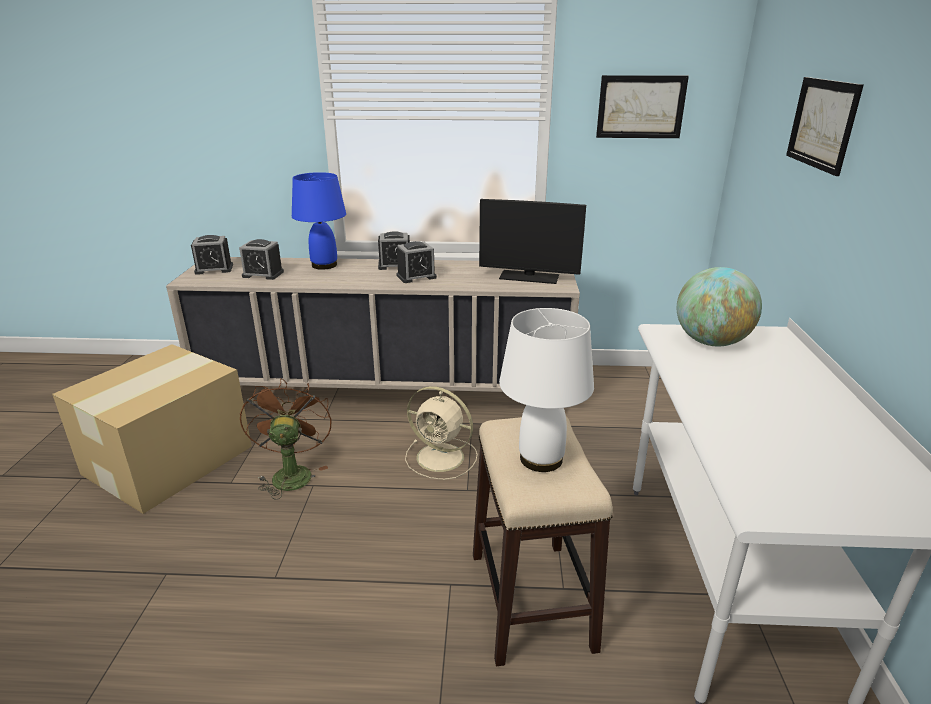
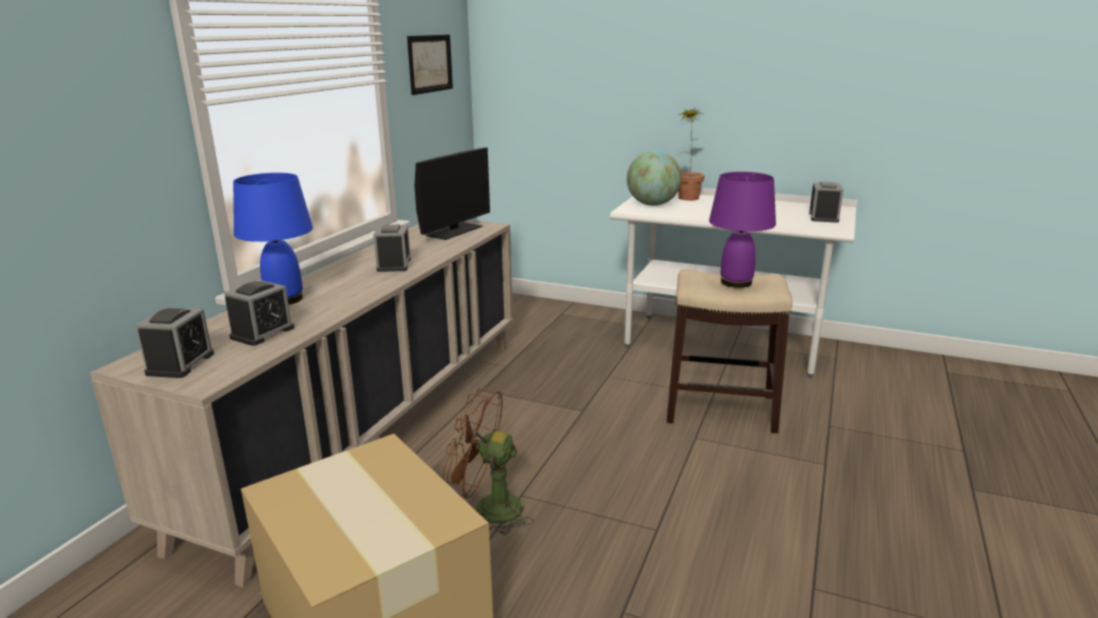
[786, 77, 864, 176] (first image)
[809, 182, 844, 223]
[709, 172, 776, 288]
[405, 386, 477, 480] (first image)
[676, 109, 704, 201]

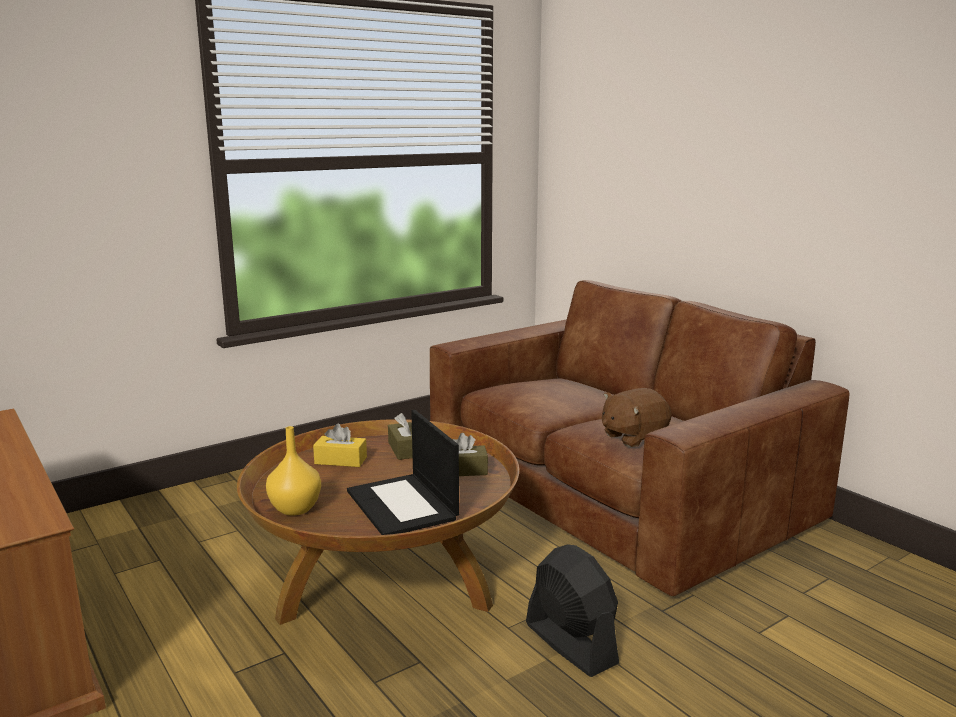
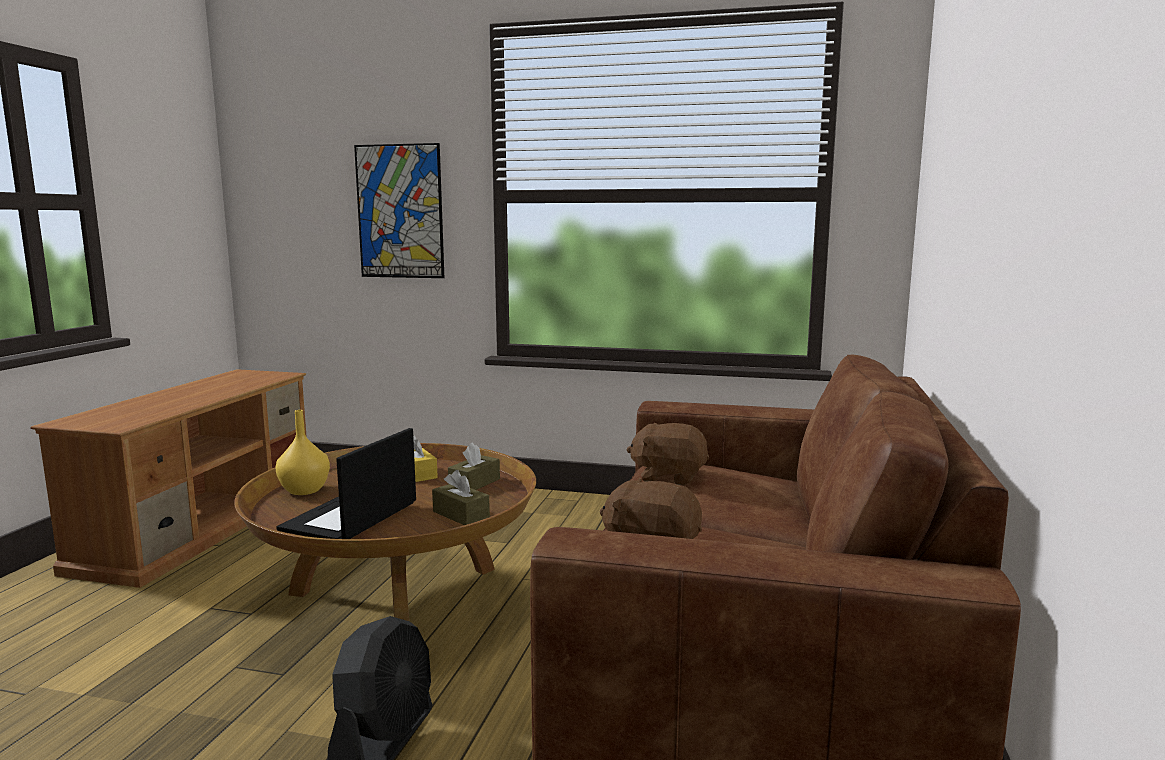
[354, 143, 444, 278]
[627, 423, 709, 485]

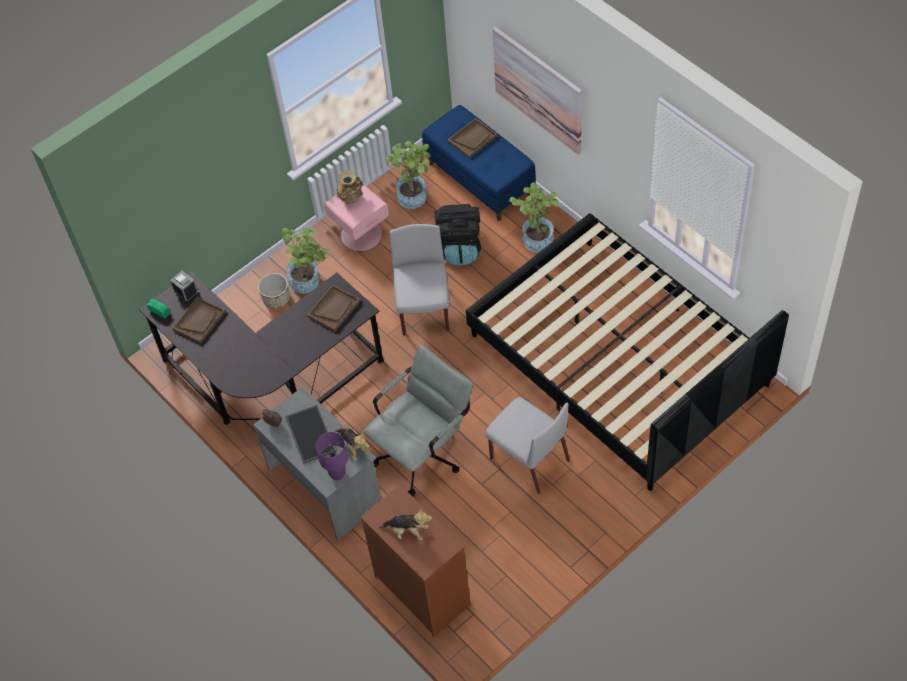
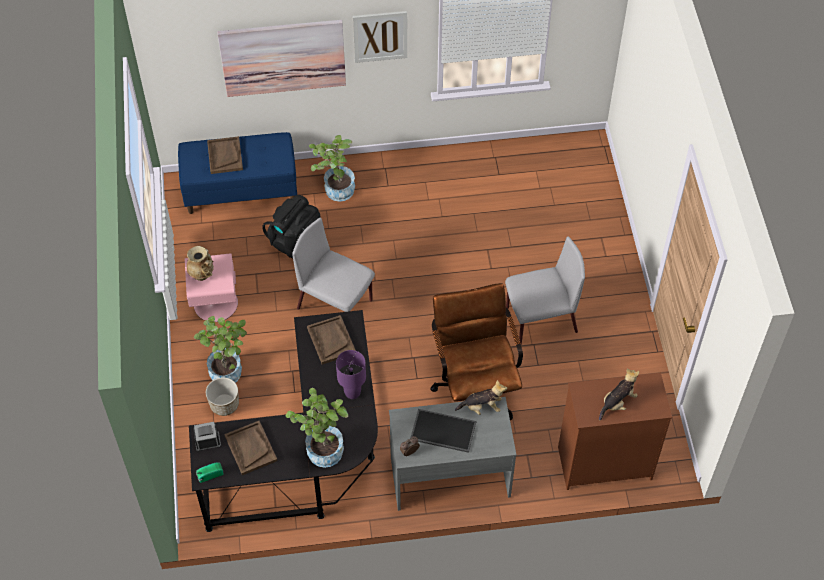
[286, 388, 348, 468]
[466, 213, 789, 491] (first image)
[430, 283, 523, 420]
[336, 350, 366, 399]
[353, 11, 407, 63]

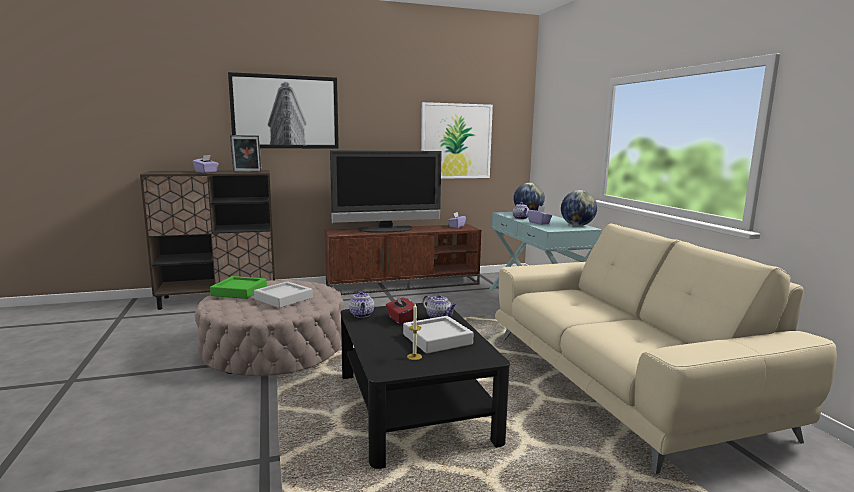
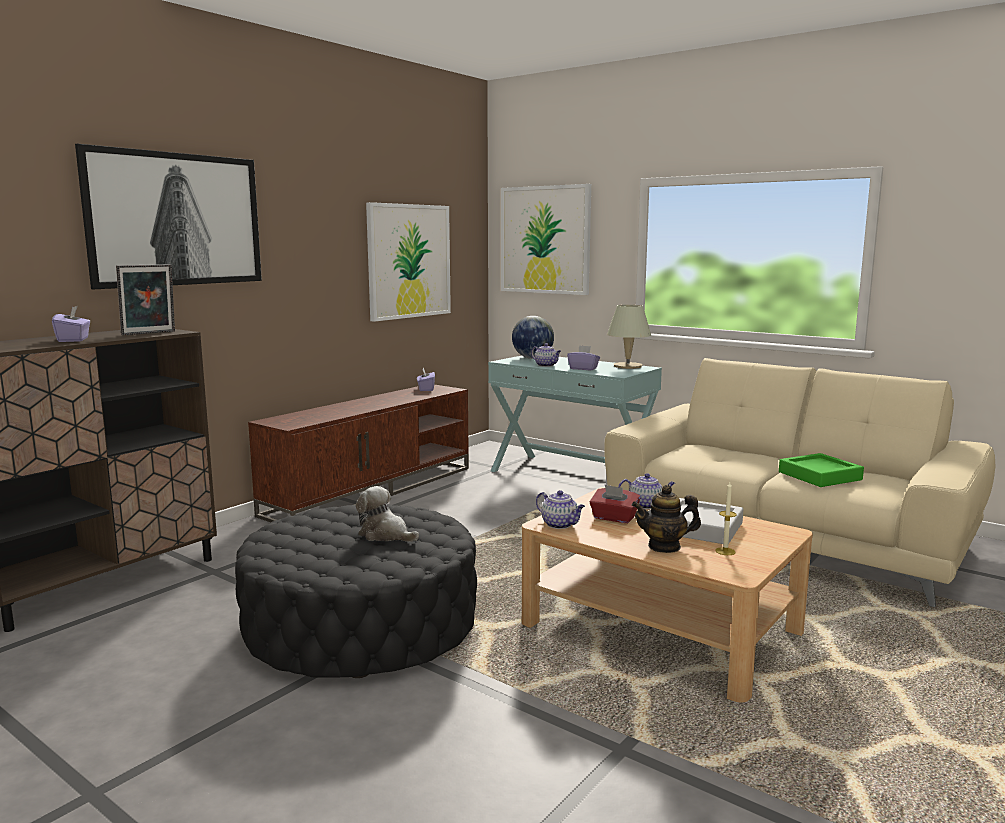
[330, 150, 442, 233] (first image)
[607, 305, 651, 369]
[779, 453, 864, 487]
[235, 504, 477, 678]
[356, 486, 419, 542]
[522, 487, 813, 702]
[501, 184, 591, 295]
[632, 485, 701, 553]

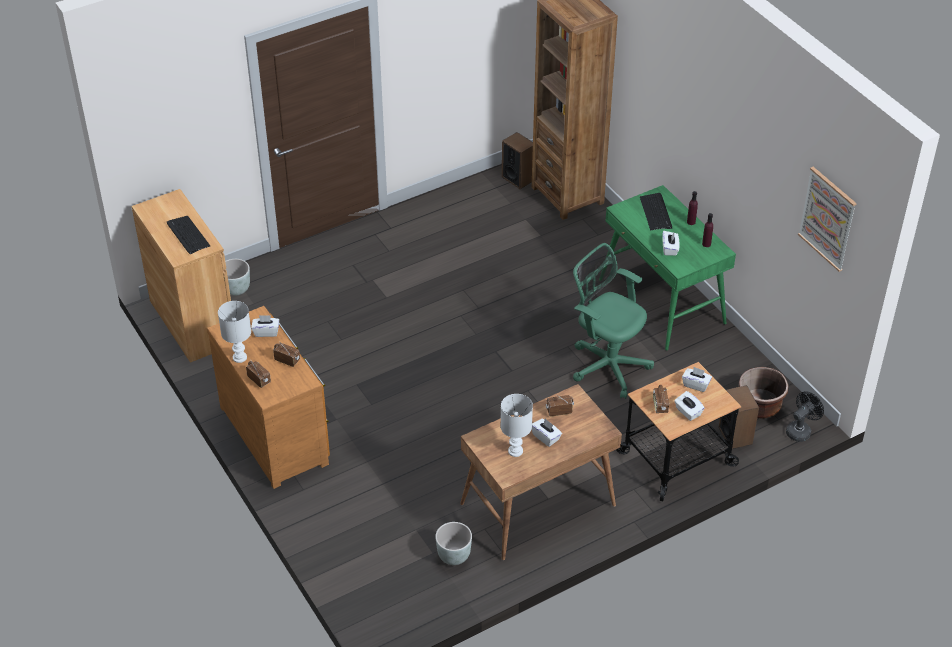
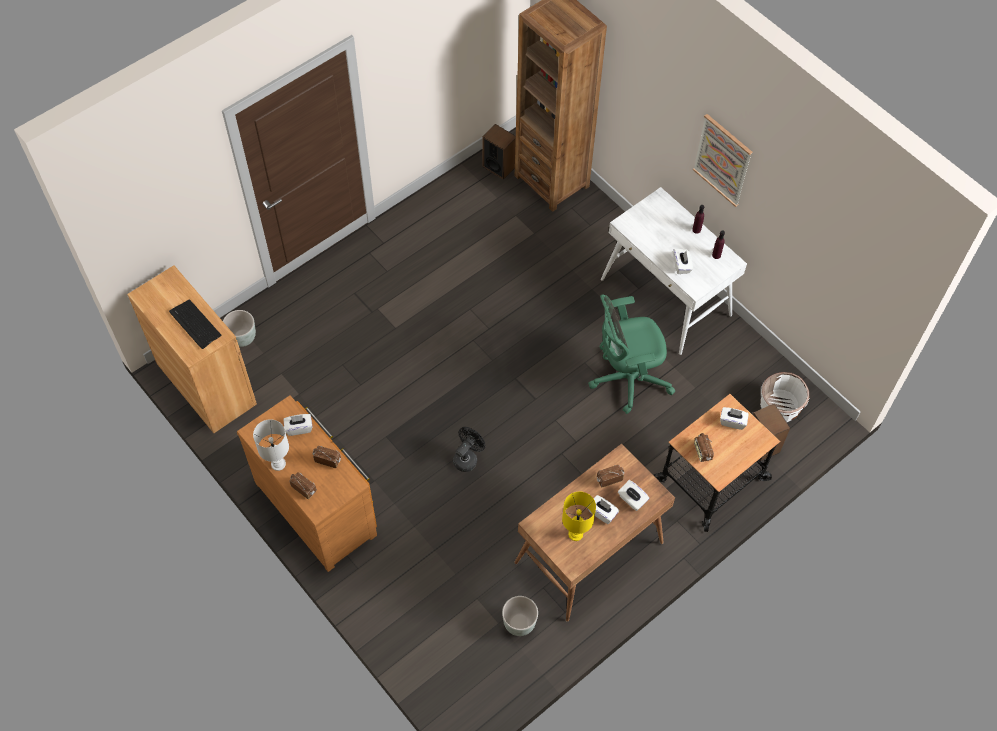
[693, 114, 752, 207]
[601, 187, 747, 355]
[640, 193, 672, 230] (first image)
[588, 294, 675, 414]
[760, 372, 809, 422]
[618, 480, 649, 511]
[453, 427, 485, 472]
[562, 491, 596, 541]

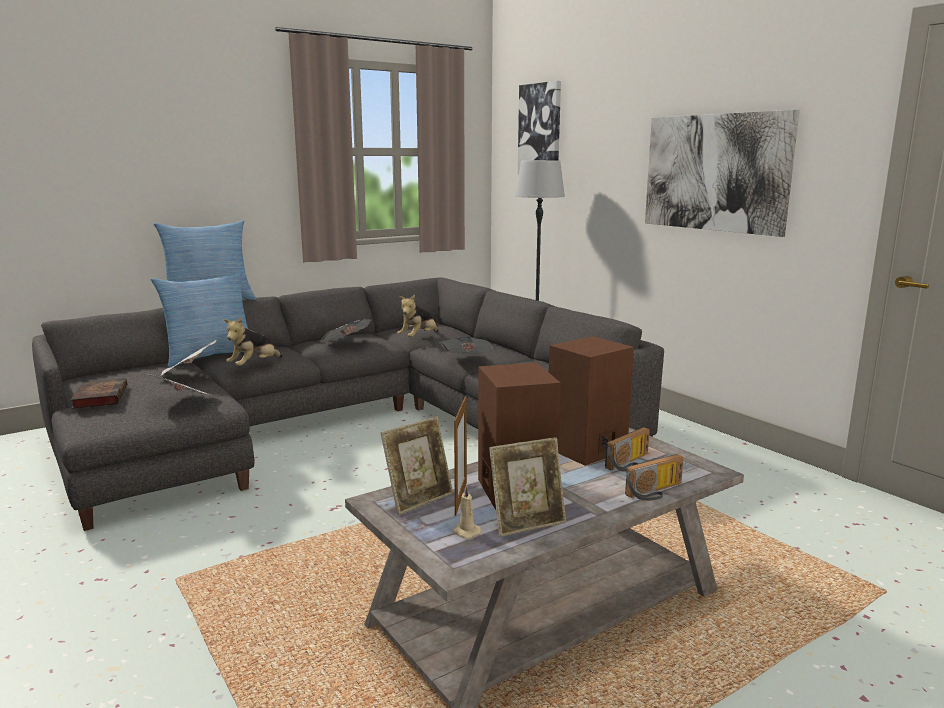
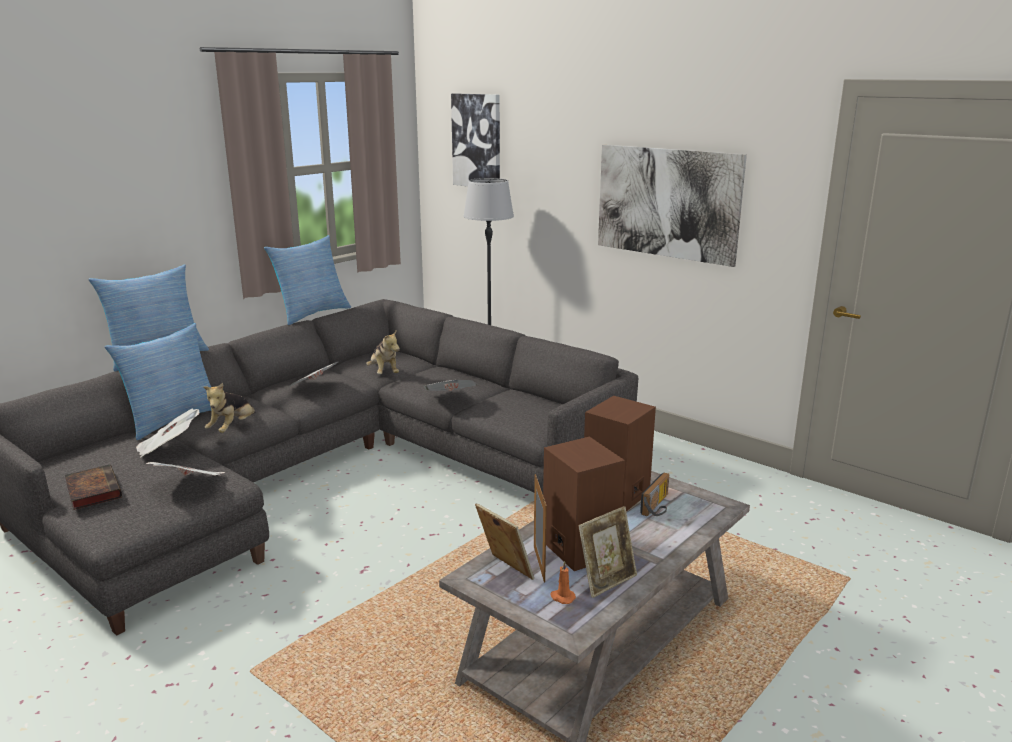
[366, 331, 400, 374]
[475, 503, 534, 580]
[625, 454, 683, 501] (first image)
[550, 561, 576, 604]
[264, 235, 351, 325]

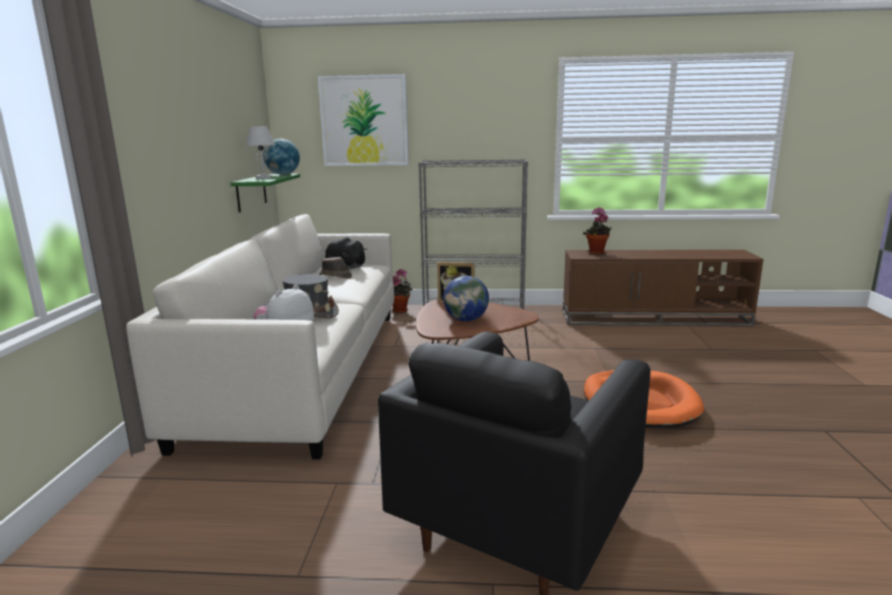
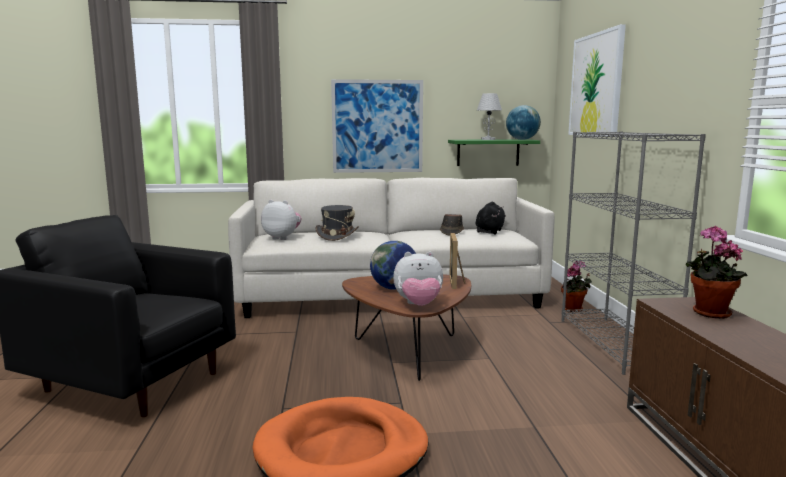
[331, 79, 423, 173]
[393, 251, 443, 306]

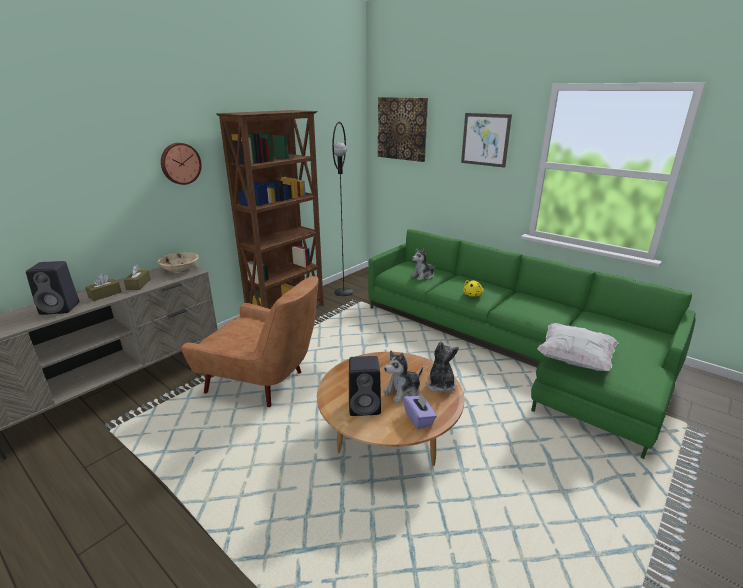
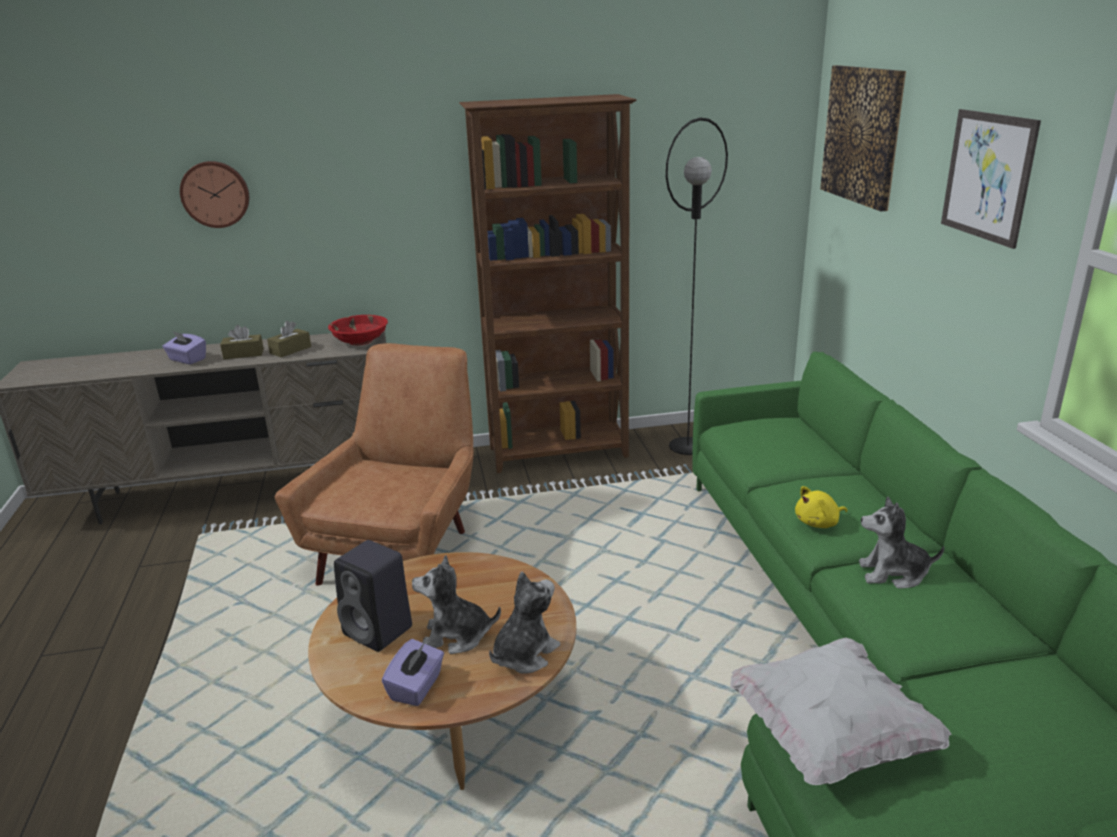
[180, 161, 249, 228]
[859, 496, 944, 589]
[328, 315, 388, 345]
[162, 332, 206, 364]
[275, 343, 474, 586]

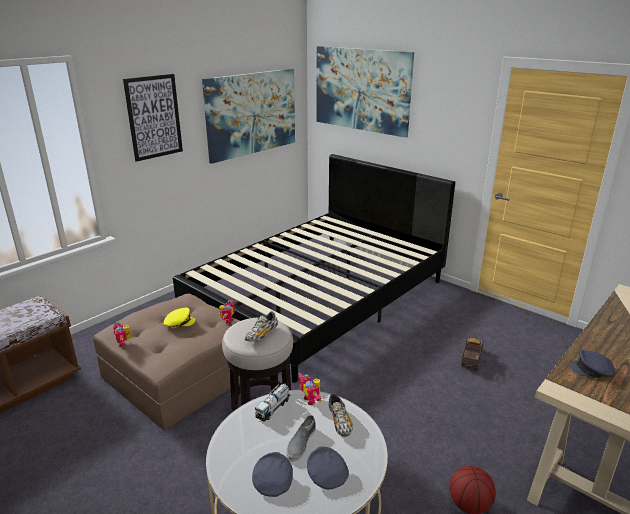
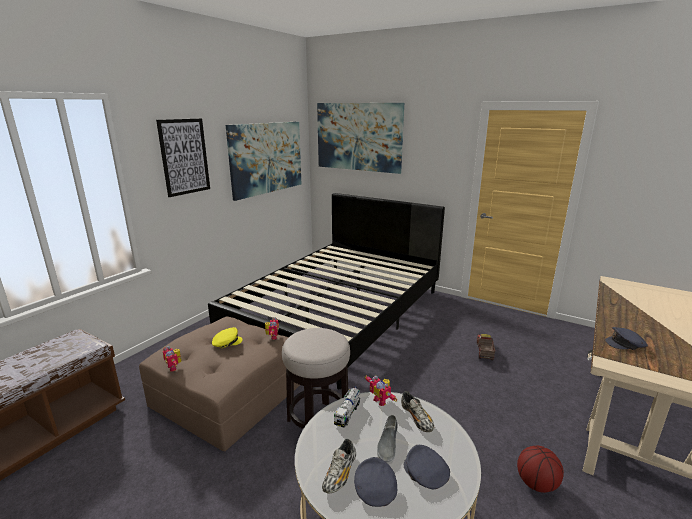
[322, 439, 356, 493]

